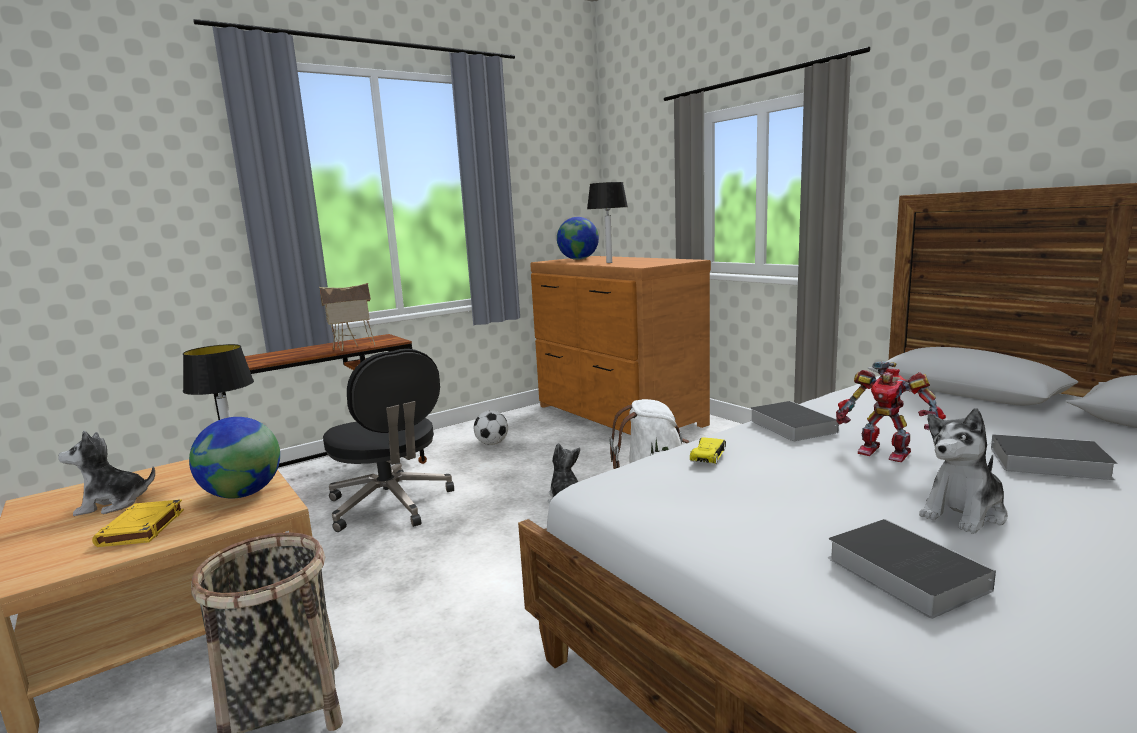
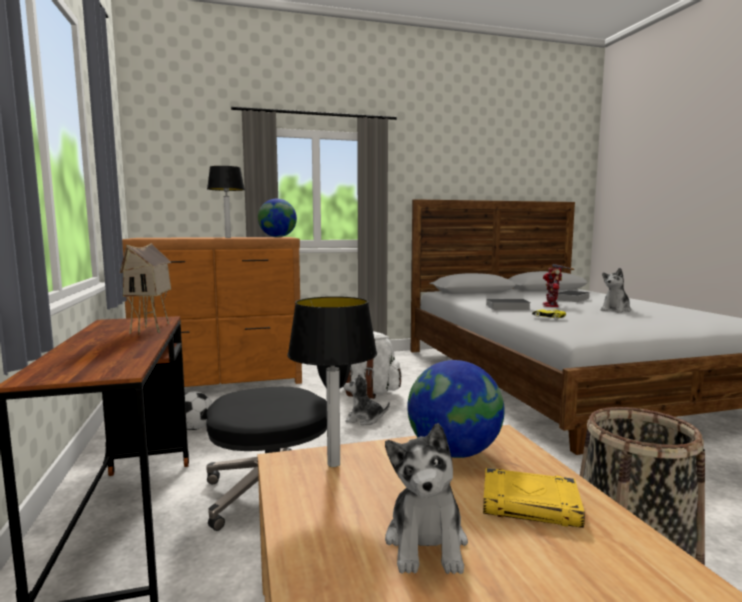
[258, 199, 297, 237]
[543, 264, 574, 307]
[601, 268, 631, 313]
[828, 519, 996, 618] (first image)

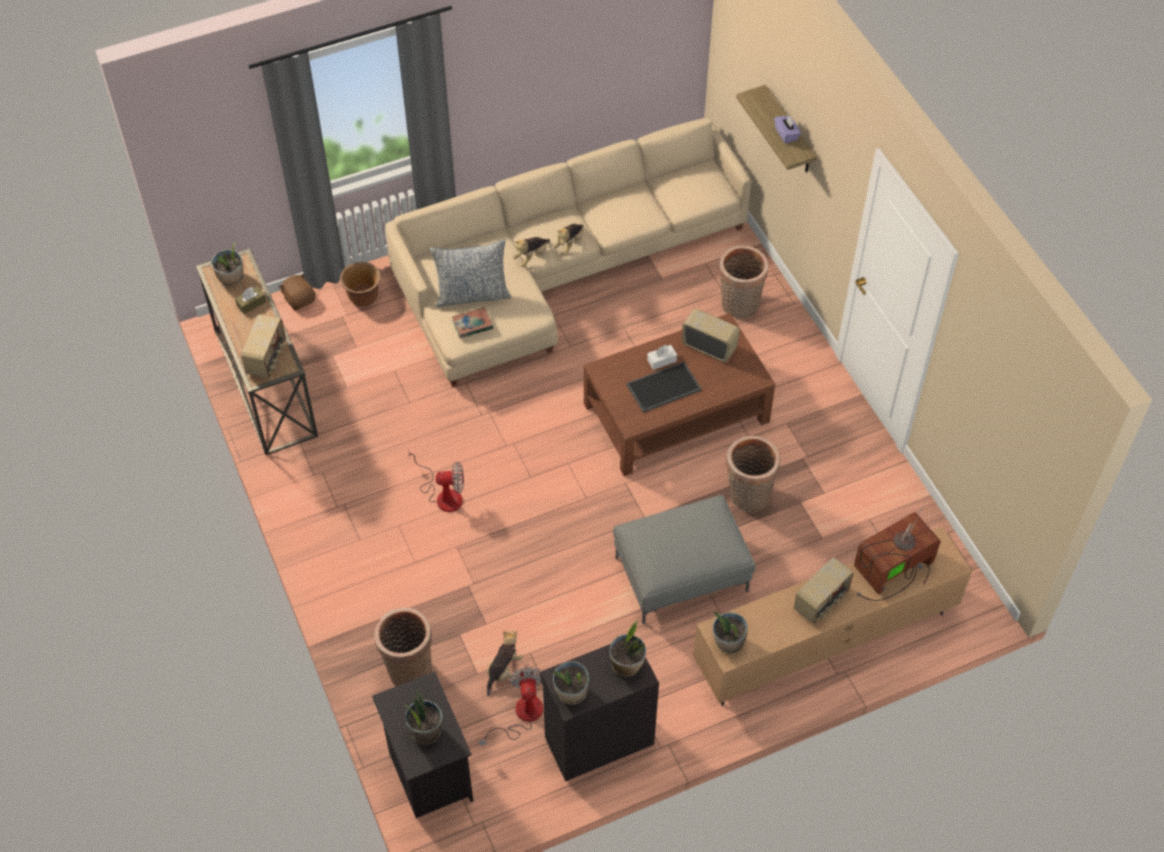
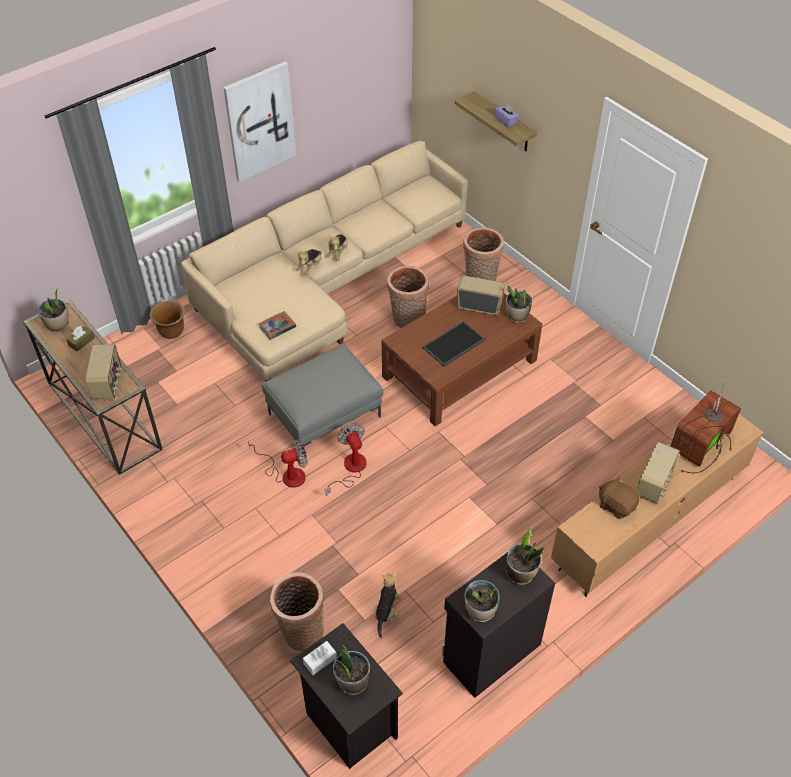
[429, 240, 511, 307] (first image)
[599, 476, 640, 519]
[303, 641, 337, 675]
[387, 266, 429, 328]
[262, 344, 383, 457]
[506, 286, 532, 323]
[325, 423, 367, 496]
[223, 61, 296, 182]

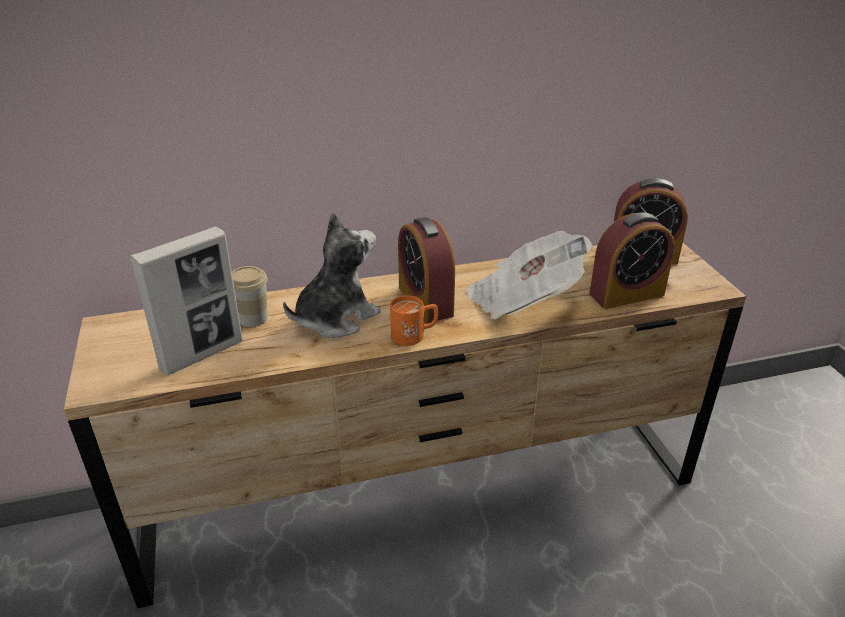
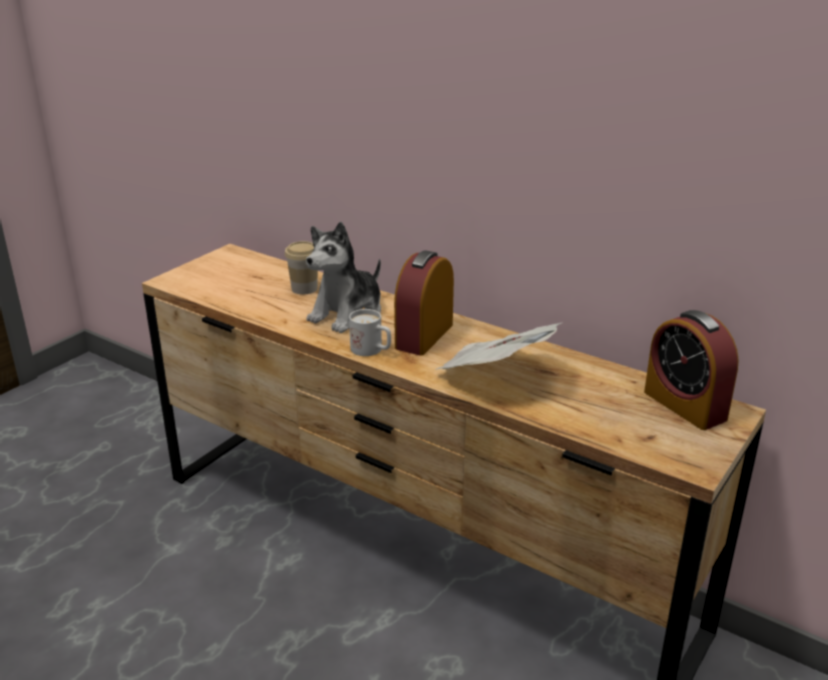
[589, 212, 675, 309] (first image)
[306, 222, 381, 333]
[130, 227, 243, 376] (first image)
[349, 309, 391, 356]

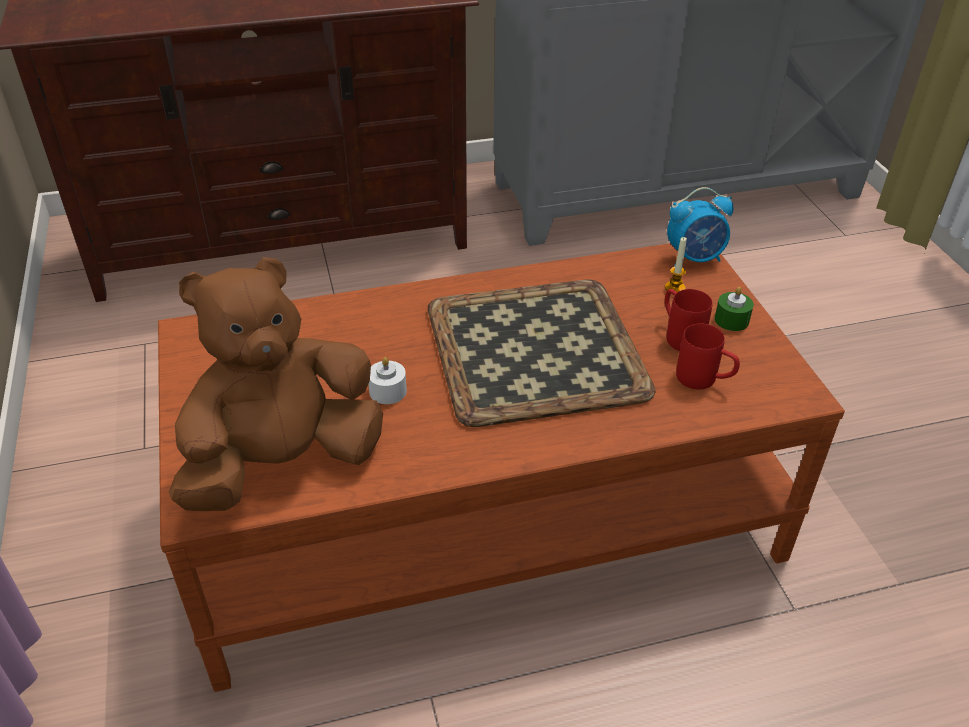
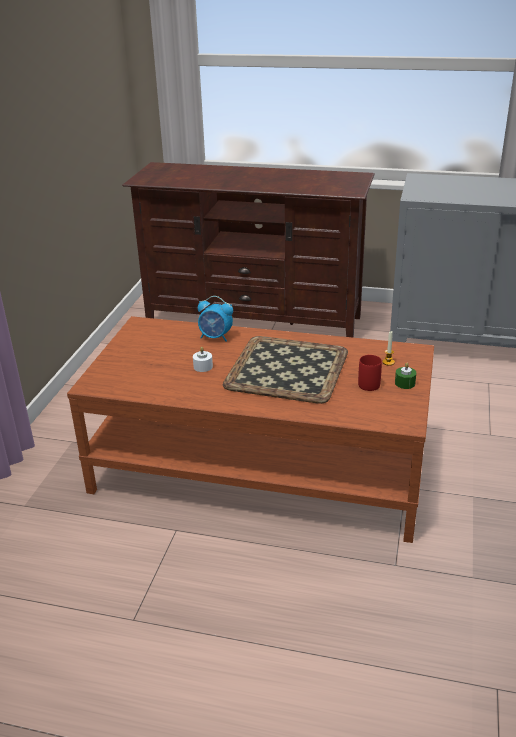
[198, 296, 233, 342]
[169, 257, 383, 511] (first image)
[676, 324, 740, 389] (first image)

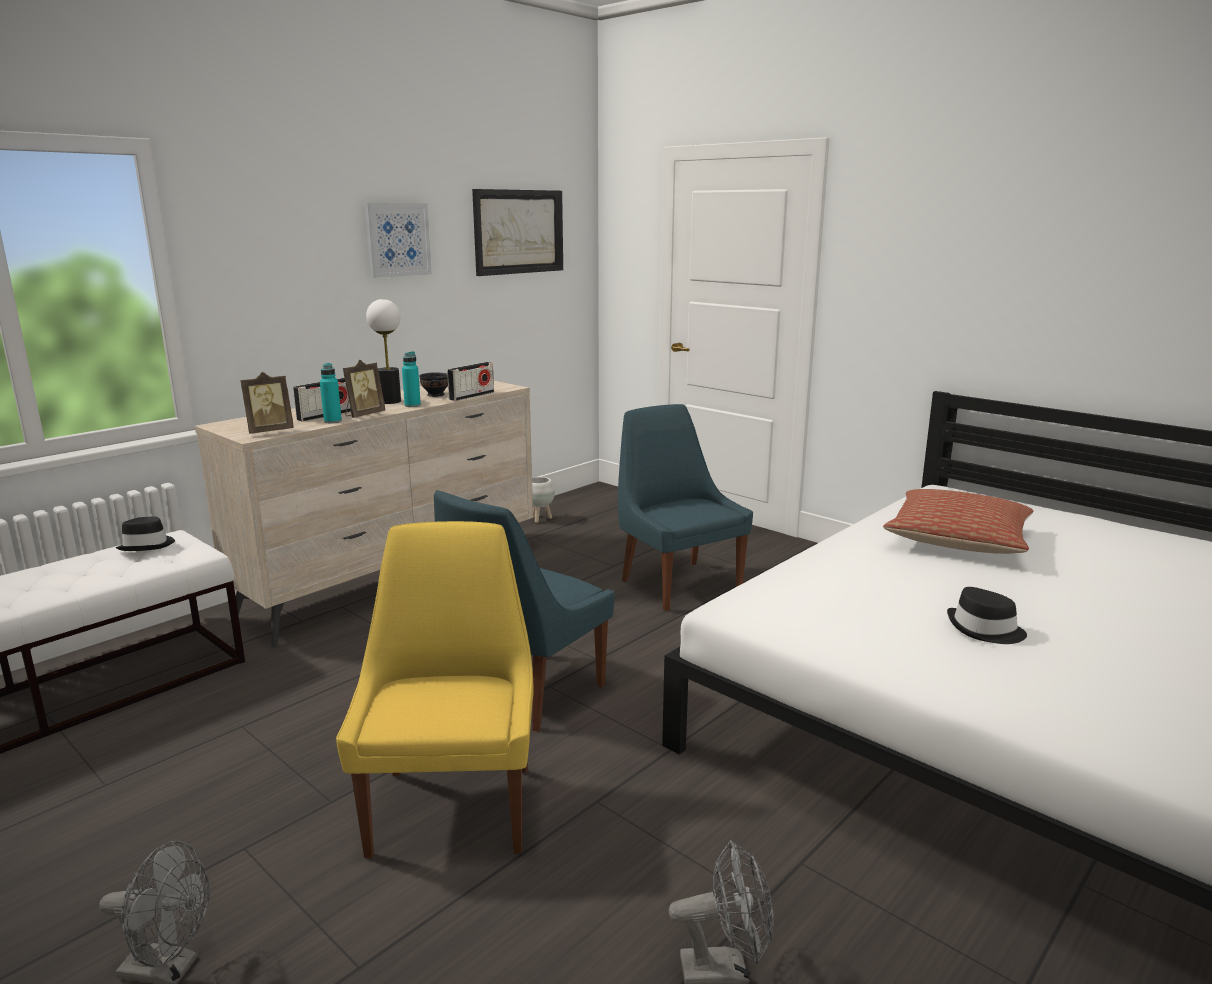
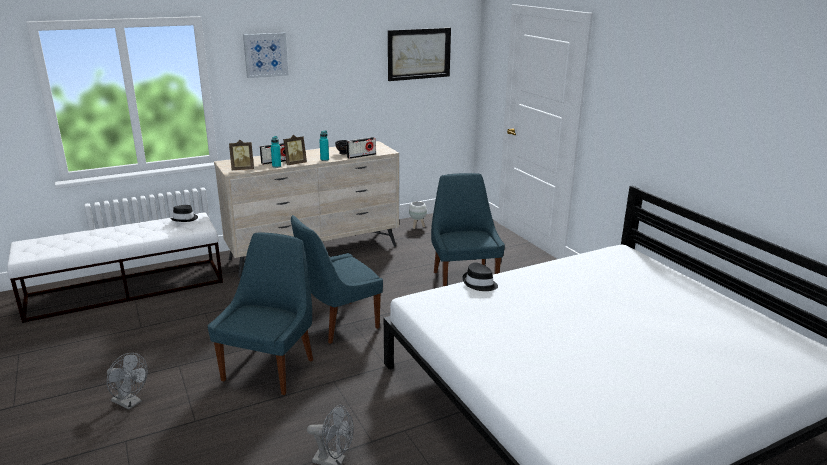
[243, 33, 288, 78]
[366, 299, 401, 404] (first image)
[883, 489, 1034, 554] (first image)
[208, 233, 313, 395]
[463, 262, 498, 291]

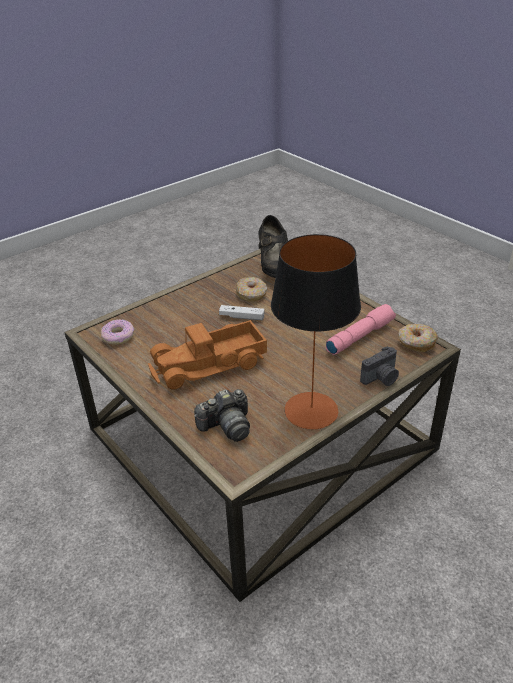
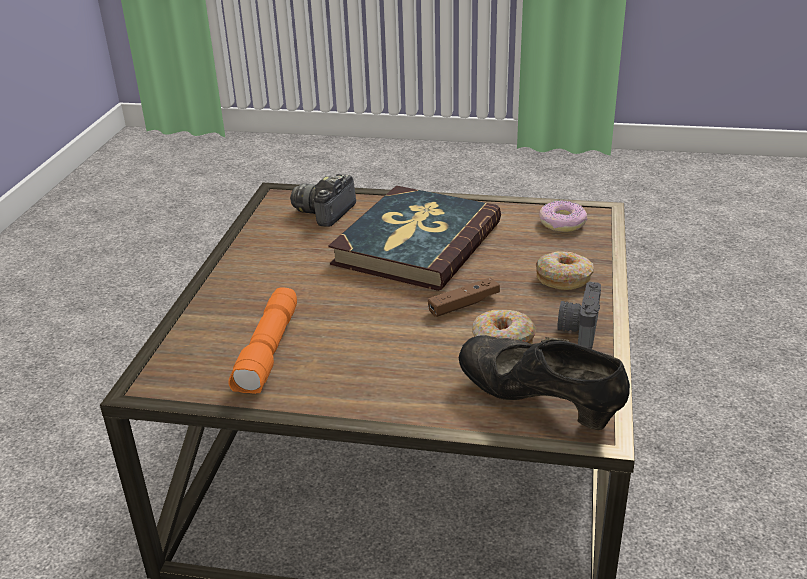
[271, 234, 361, 429] (first image)
[228, 288, 297, 394]
[428, 278, 500, 317]
[328, 186, 501, 291]
[536, 251, 594, 290]
[557, 282, 601, 349]

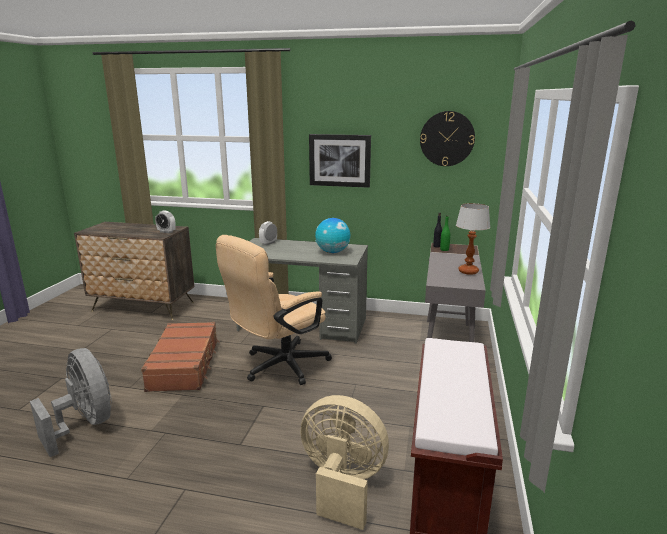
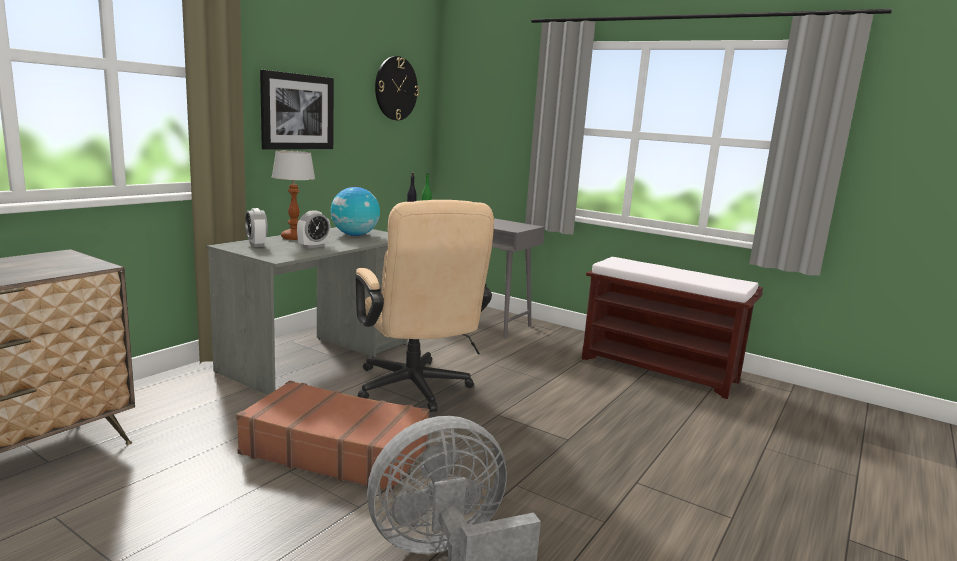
[272, 151, 315, 240]
[297, 210, 330, 249]
[300, 395, 389, 530] (first image)

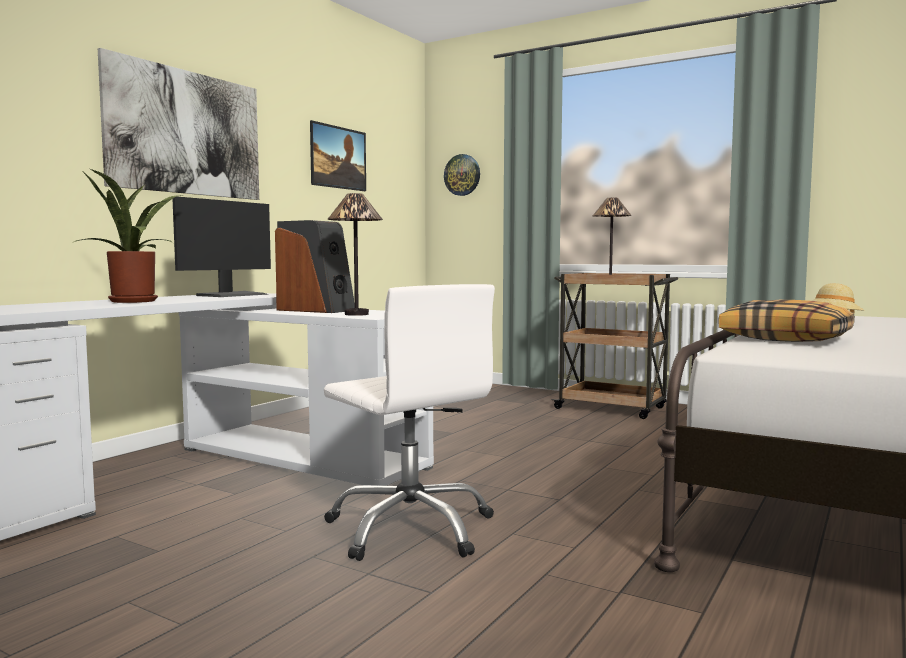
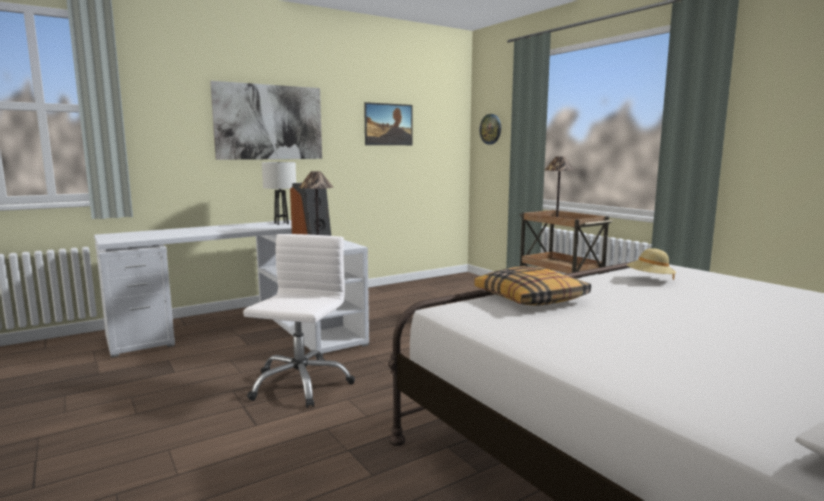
[71, 169, 184, 303] (first image)
[262, 162, 296, 225]
[243, 234, 355, 408]

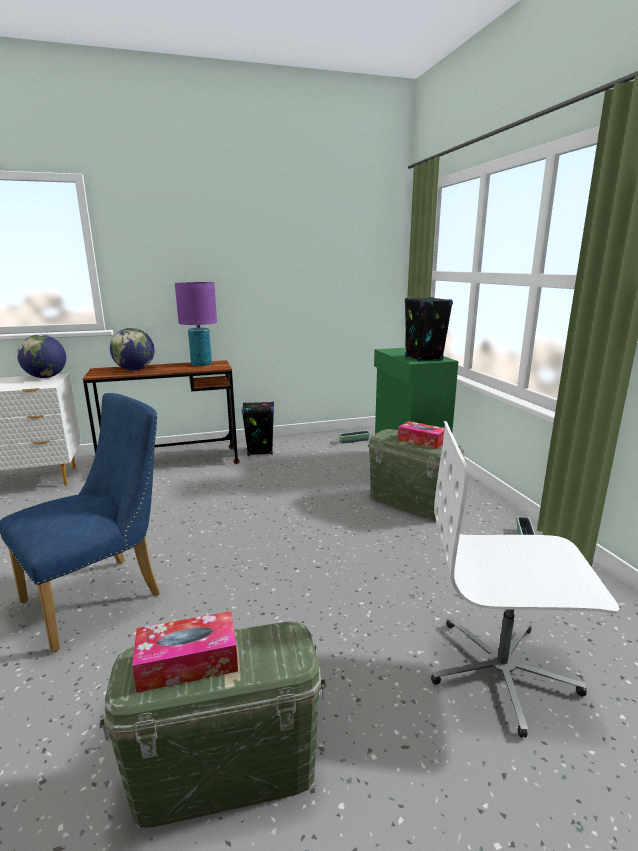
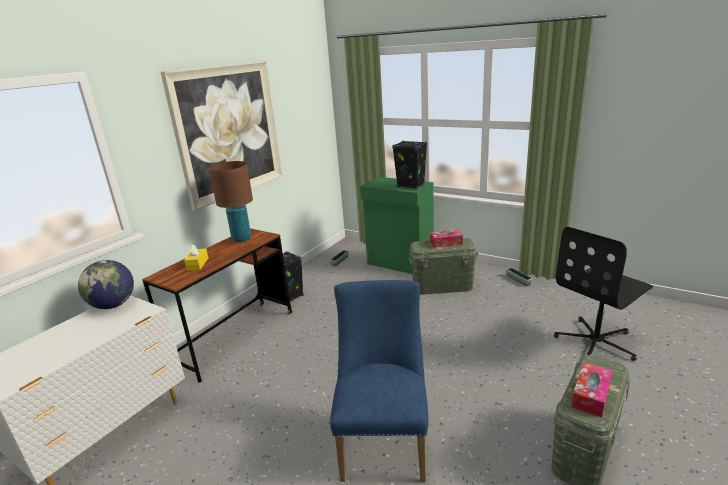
[209, 161, 253, 242]
[184, 244, 208, 270]
[554, 227, 653, 361]
[161, 61, 283, 211]

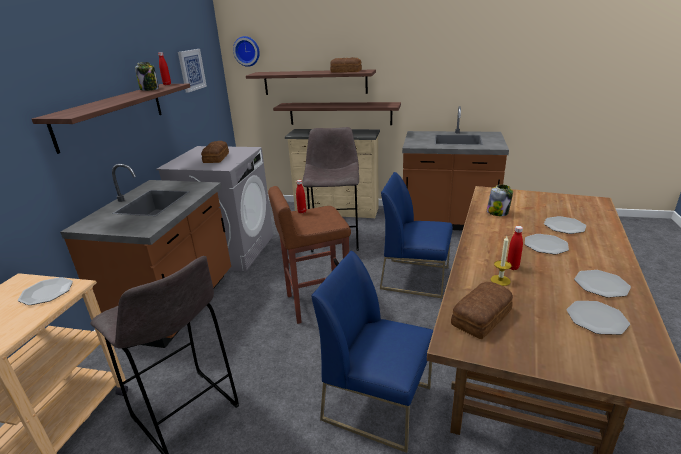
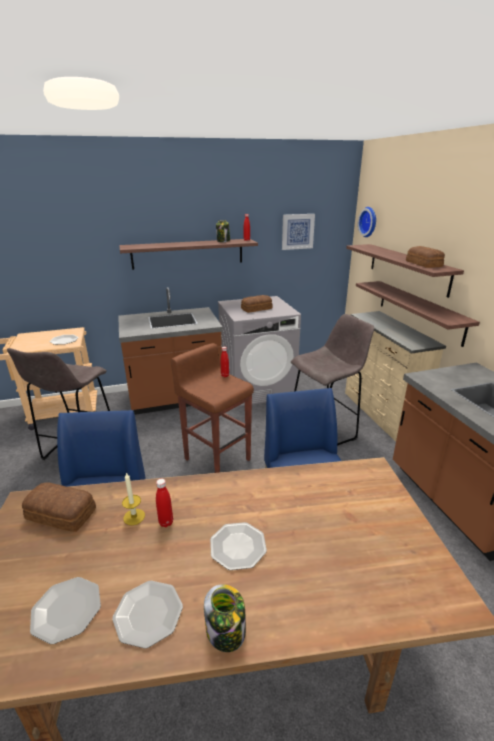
[204, 584, 246, 652]
[544, 216, 586, 234] (first image)

